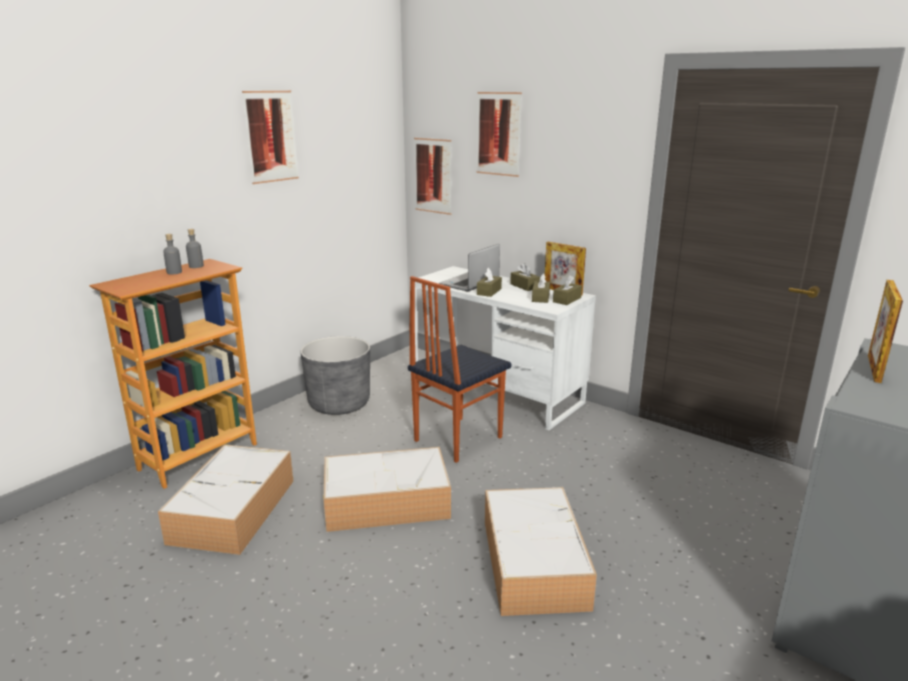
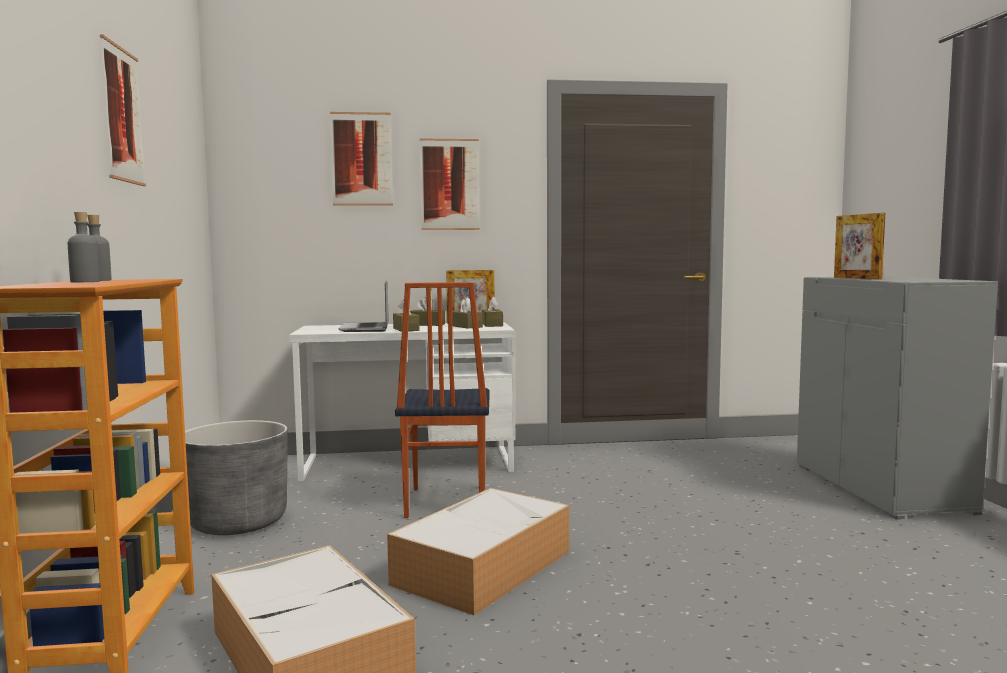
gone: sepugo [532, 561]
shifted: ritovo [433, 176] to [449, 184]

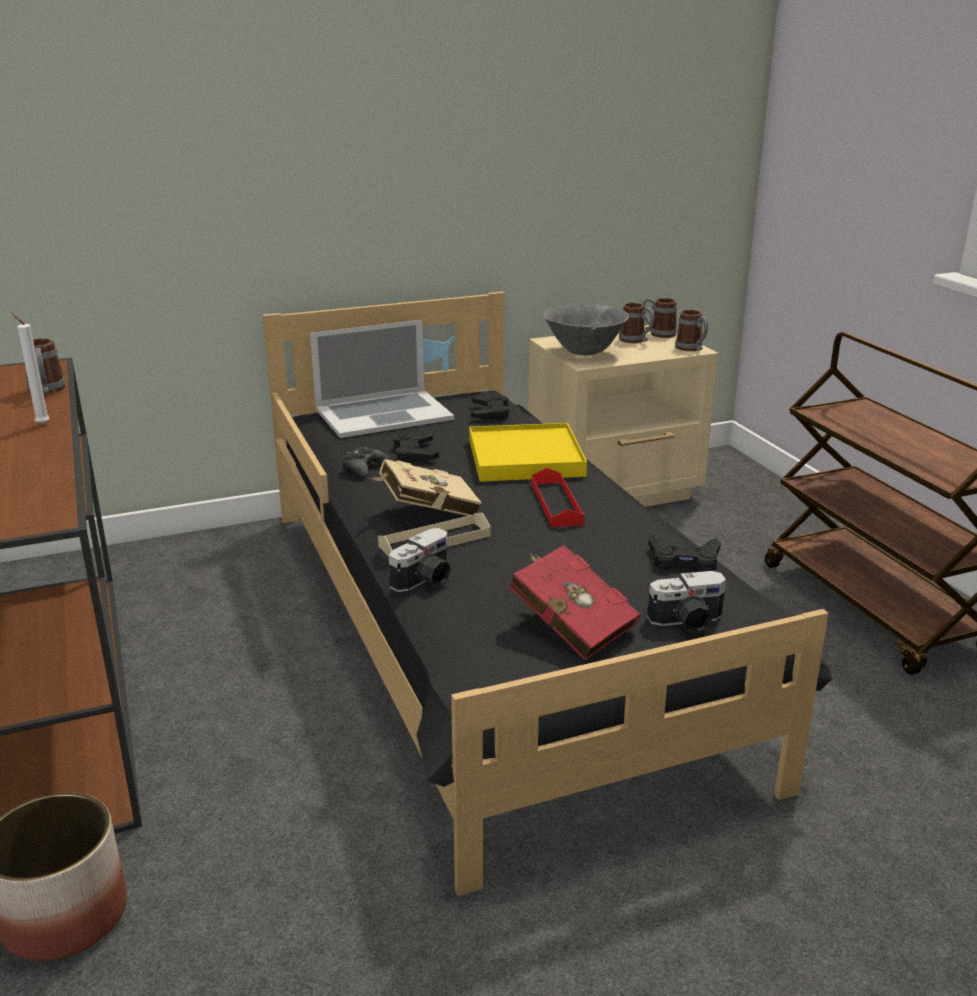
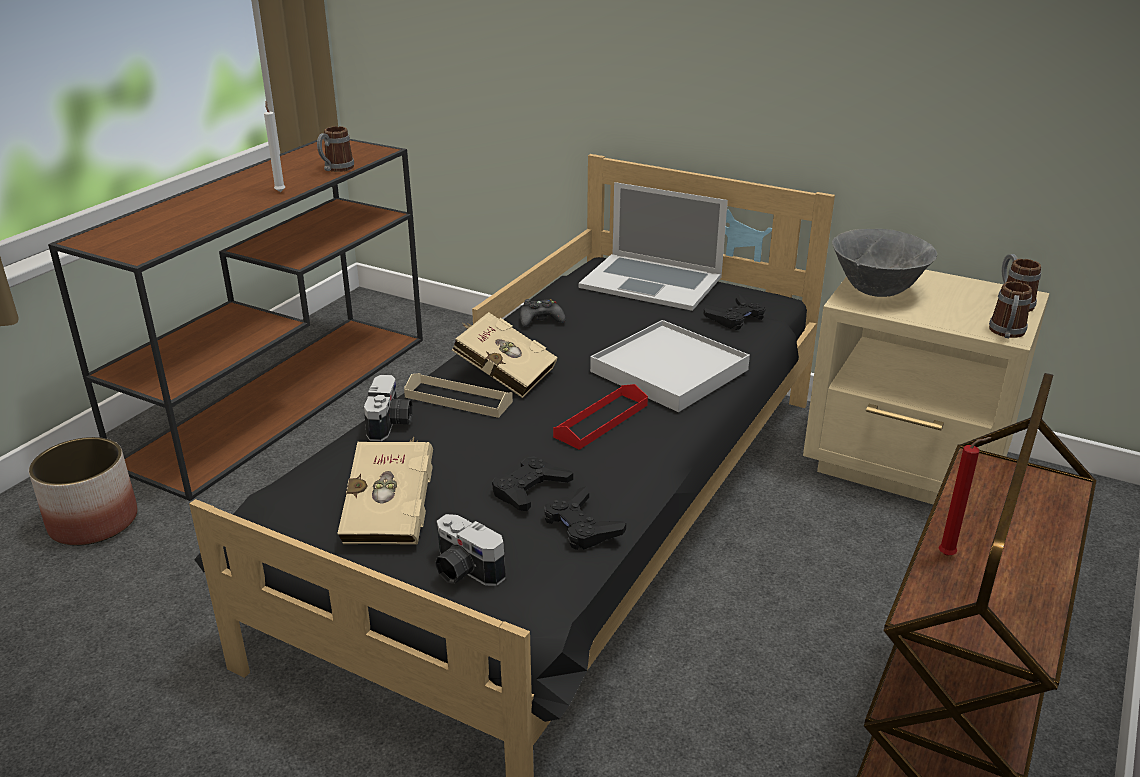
gone: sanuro [636, 341]
new: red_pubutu [949, 556]
shifted: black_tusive [415, 453] to [530, 489]
repainted: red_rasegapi [569, 625] to beige_rasegapi [393, 514]; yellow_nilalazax [525, 458] to white_nilalazax [668, 371]
rotated: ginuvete [426, 580] = [391, 424] 90 degrees counterclockwise

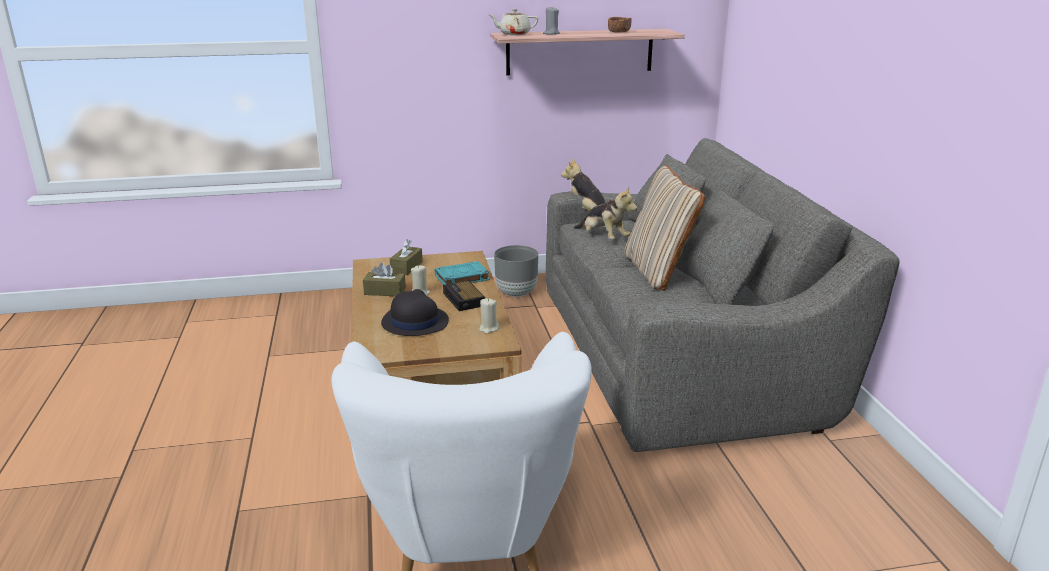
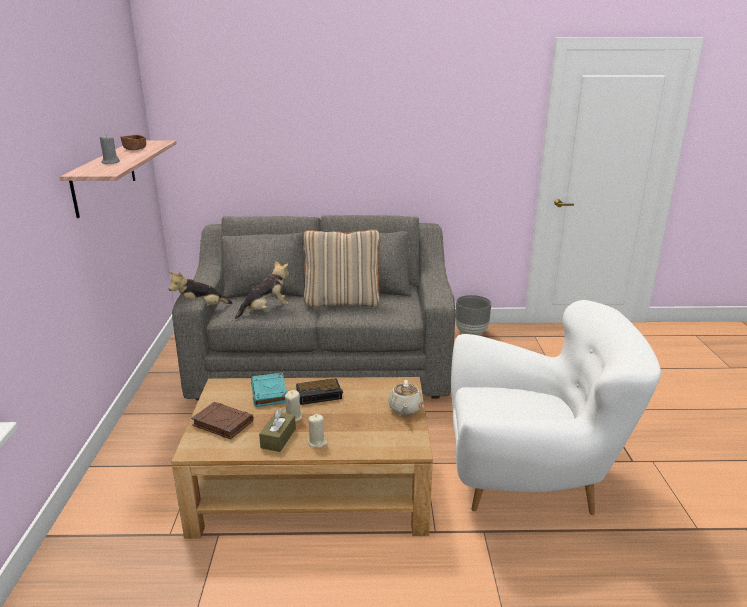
gone: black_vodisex [414, 322]
shifted: beige_pubutu [488, 329] to [317, 442]; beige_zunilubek [514, 34] to [405, 408]; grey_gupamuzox [516, 293] to [471, 333]
swapped: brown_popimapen [406, 267] to brown_rasegapi [222, 423]

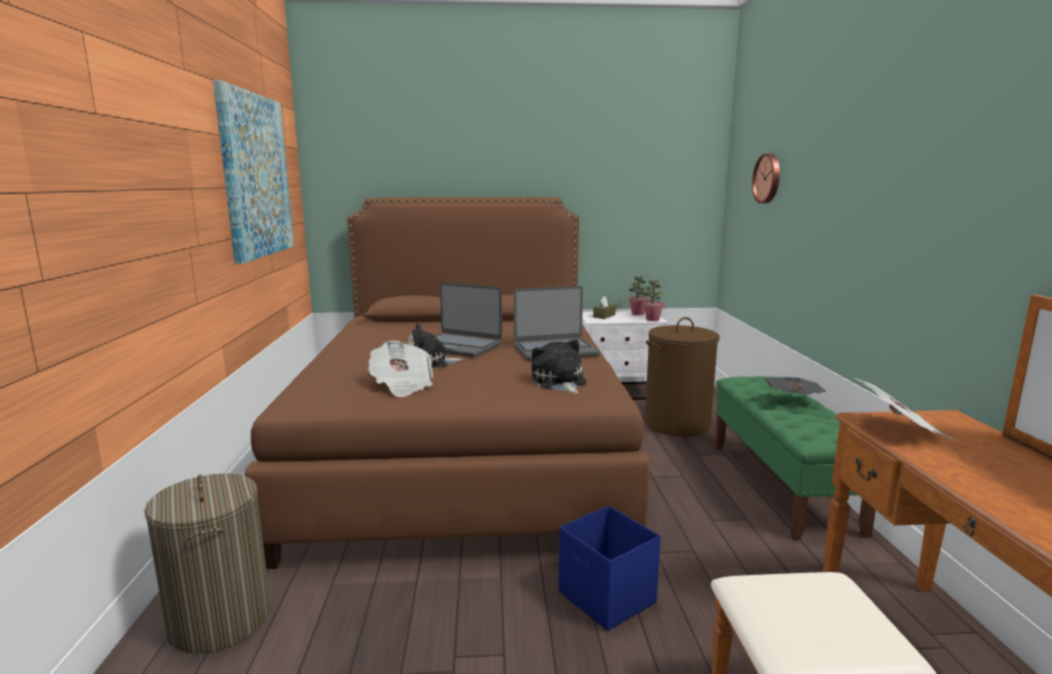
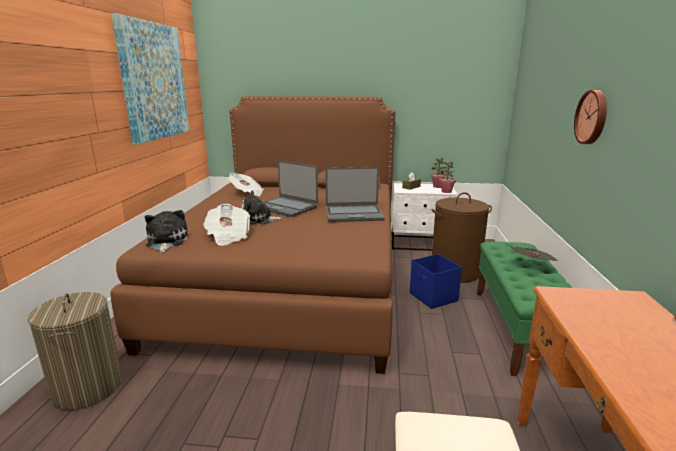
shifted: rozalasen [559, 382] to [166, 242]; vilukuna [899, 431] to [247, 193]; blue_sepugo [607, 599] to [433, 297]; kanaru [768, 178] to [592, 117]

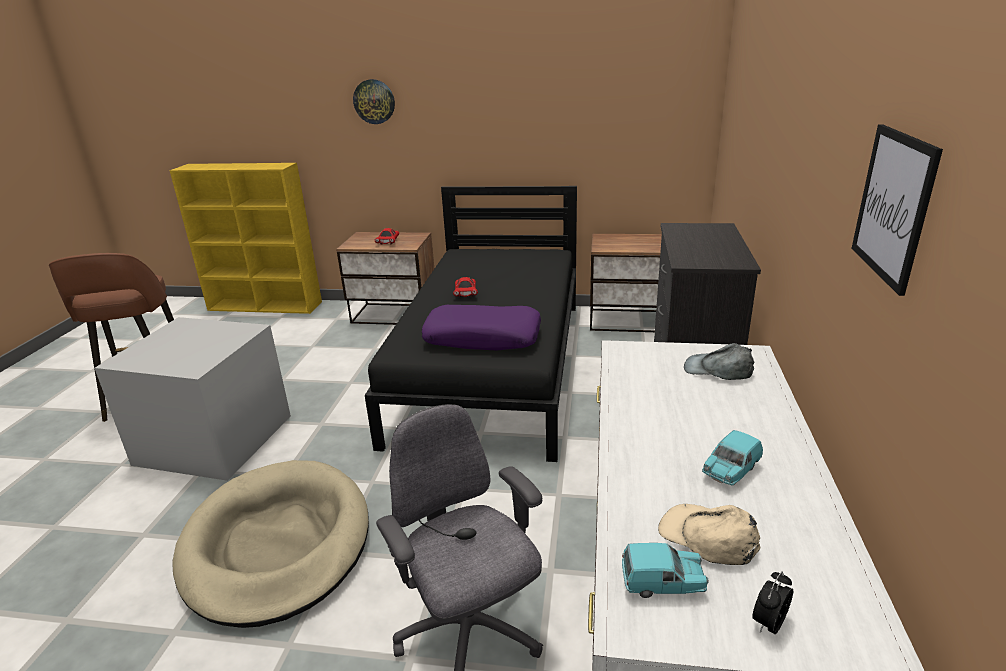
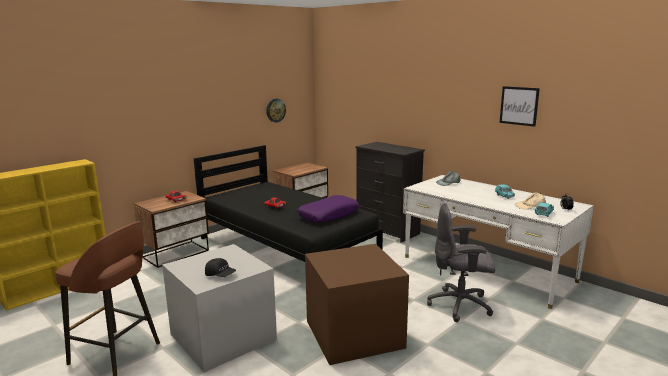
new: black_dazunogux [220, 275]
shifted: kanaru [374, 101] to [275, 110]
swapped: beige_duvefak [277, 544] to brown_sepugo [355, 334]

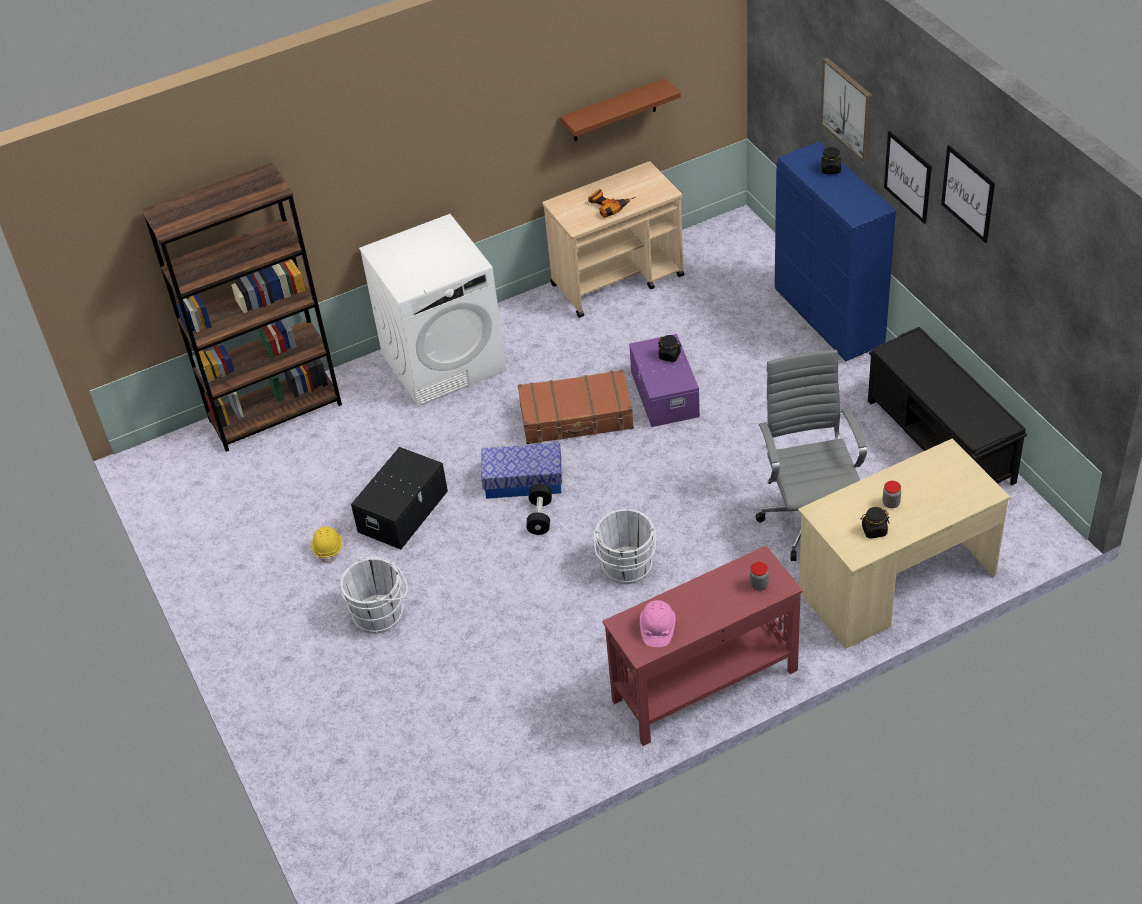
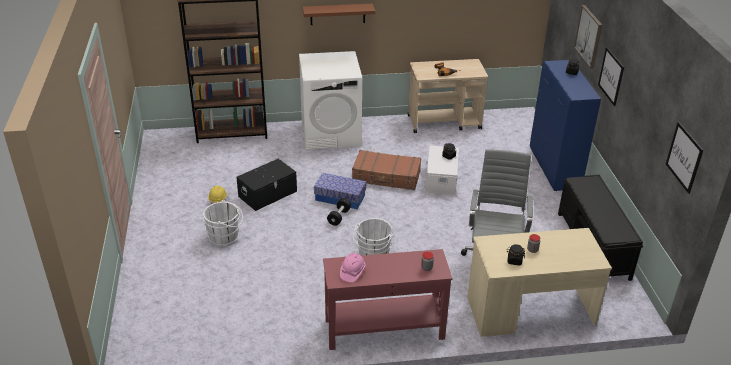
shifted: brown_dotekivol [614, 111] to [337, 14]; ritovo [968, 193] to [684, 157]
repainted: purple_sepugo [663, 394] to white_sepugo [440, 179]

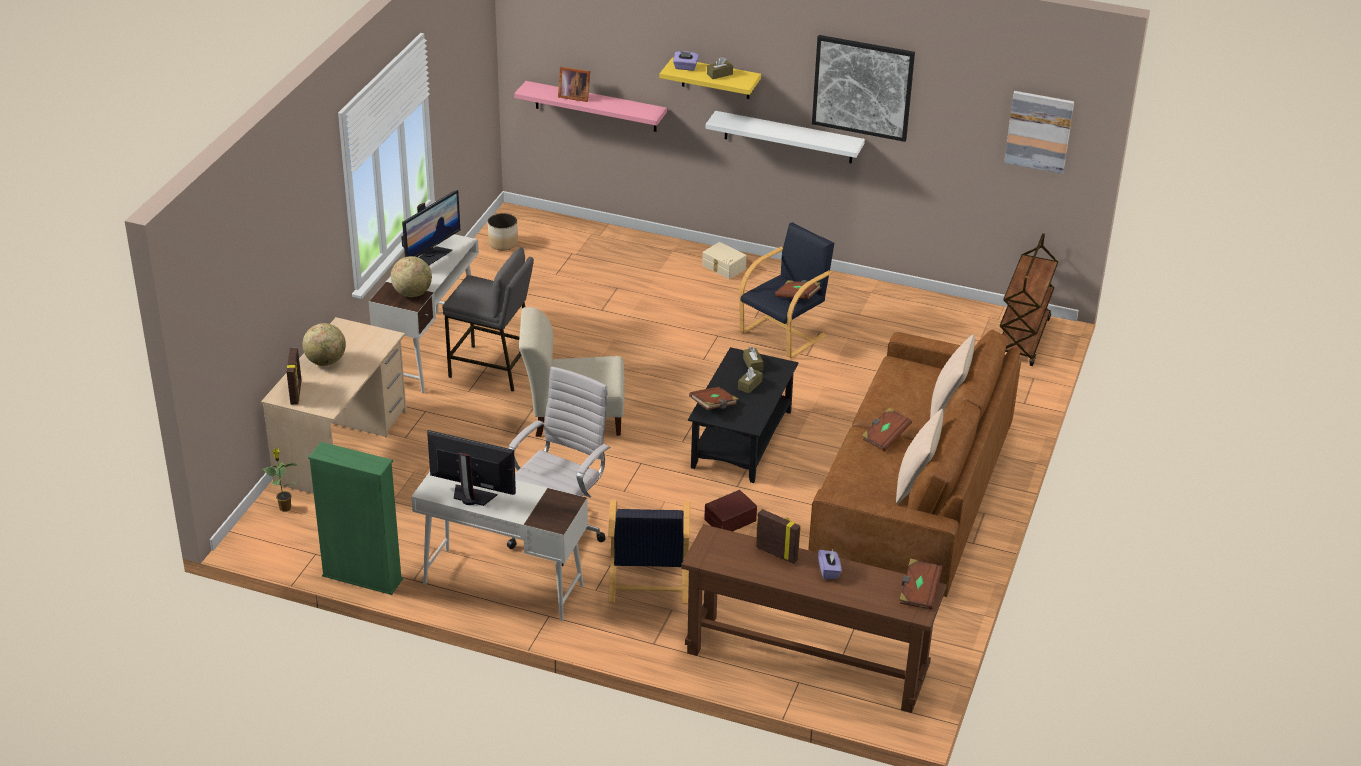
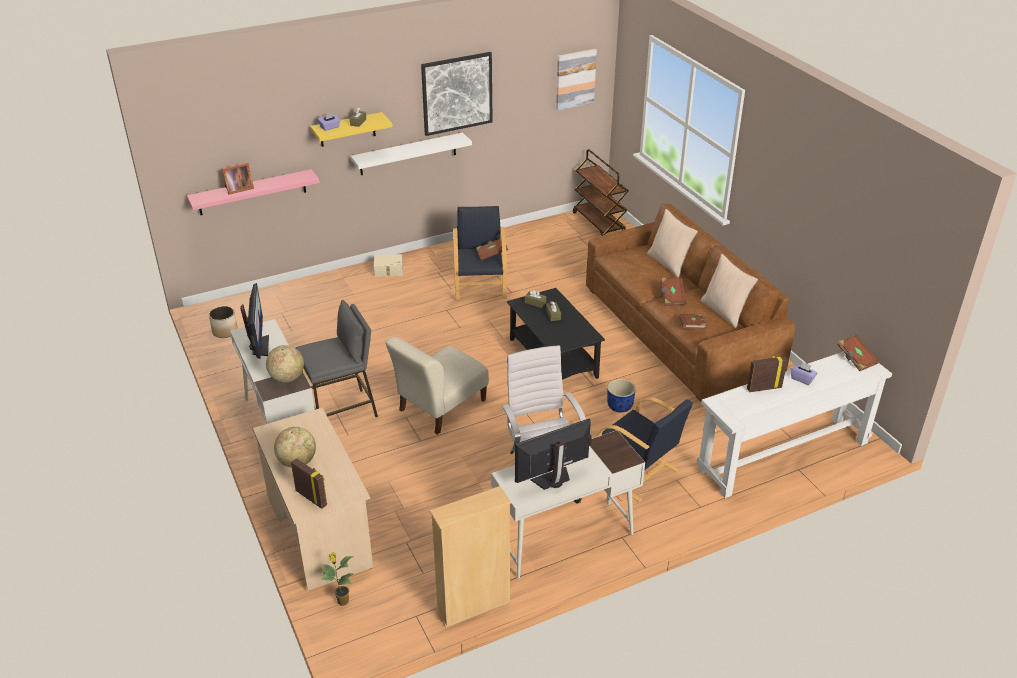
shifted: brown_rasegapi [714, 406] to [692, 327]
swapped: brown_sepugo [729, 519] to blue_gupamuzox [620, 406]
repainted: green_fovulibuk [362, 578] to beige_fovulibuk [473, 606]; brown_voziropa [806, 662] to white_voziropa [783, 455]

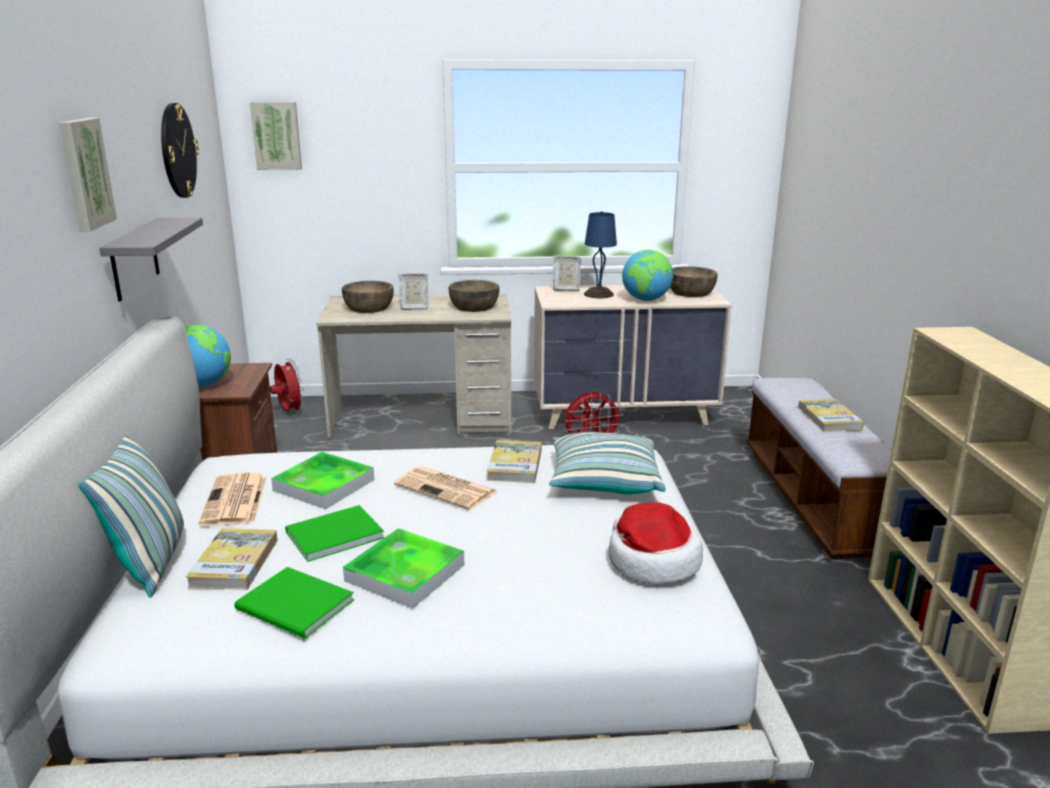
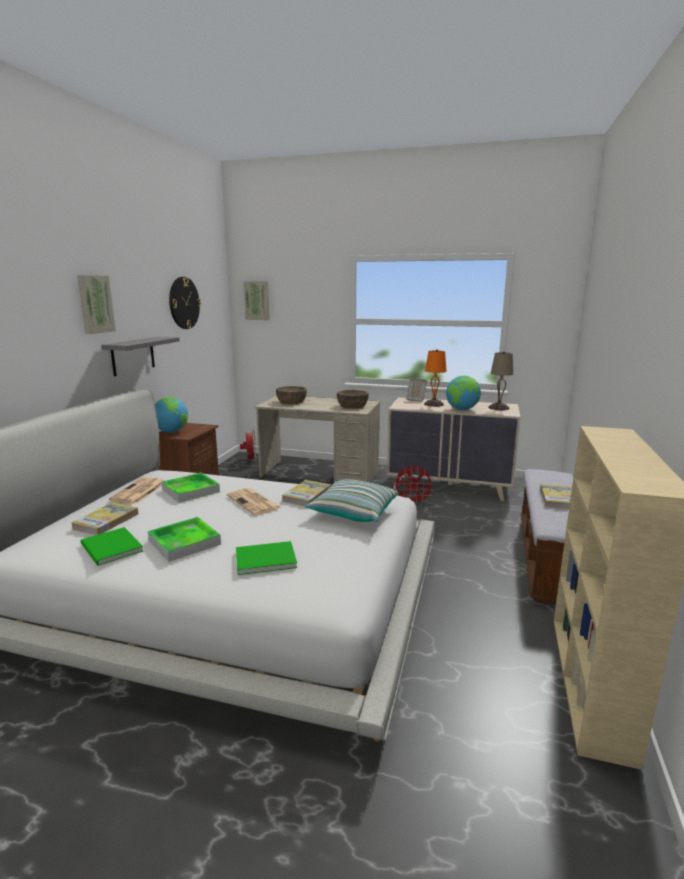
gone: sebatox [150, 562]; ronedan [414, 307]; vodisex [651, 561]
shifted: green_rasegapi [331, 535] to [263, 559]
swapped: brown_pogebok [690, 292] to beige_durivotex [498, 408]
repainted: blue_durivotex [598, 294] to orange_durivotex [433, 404]

